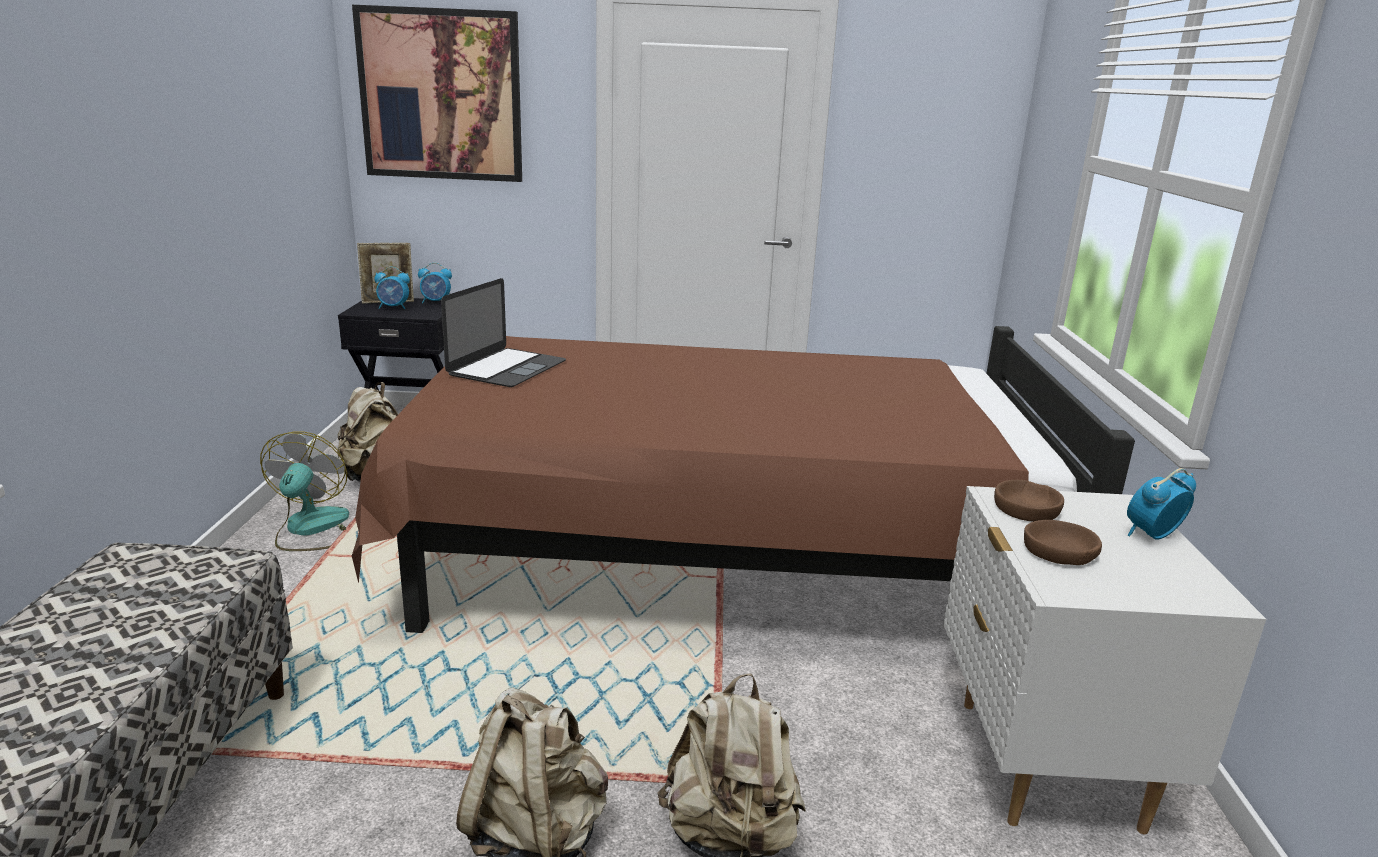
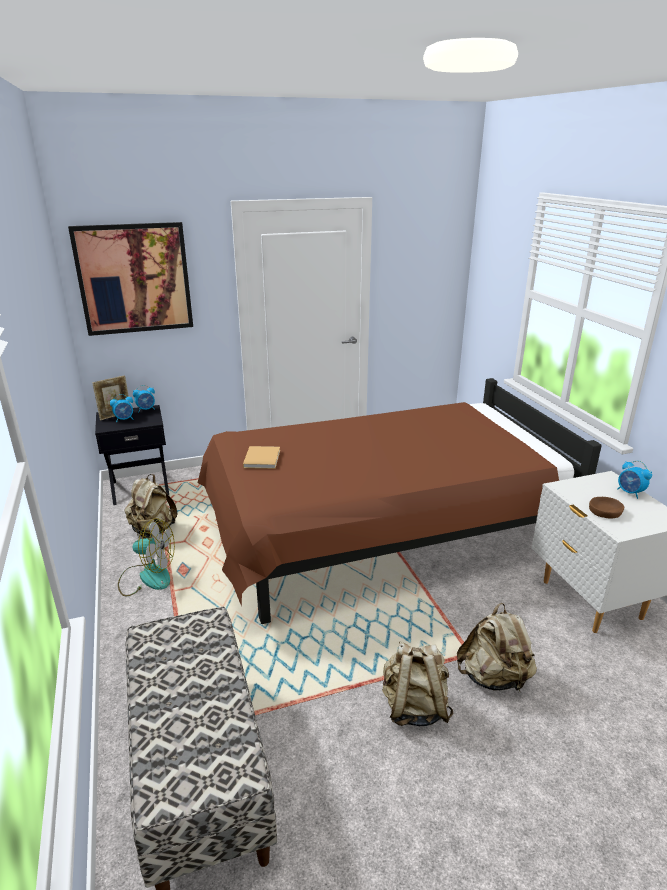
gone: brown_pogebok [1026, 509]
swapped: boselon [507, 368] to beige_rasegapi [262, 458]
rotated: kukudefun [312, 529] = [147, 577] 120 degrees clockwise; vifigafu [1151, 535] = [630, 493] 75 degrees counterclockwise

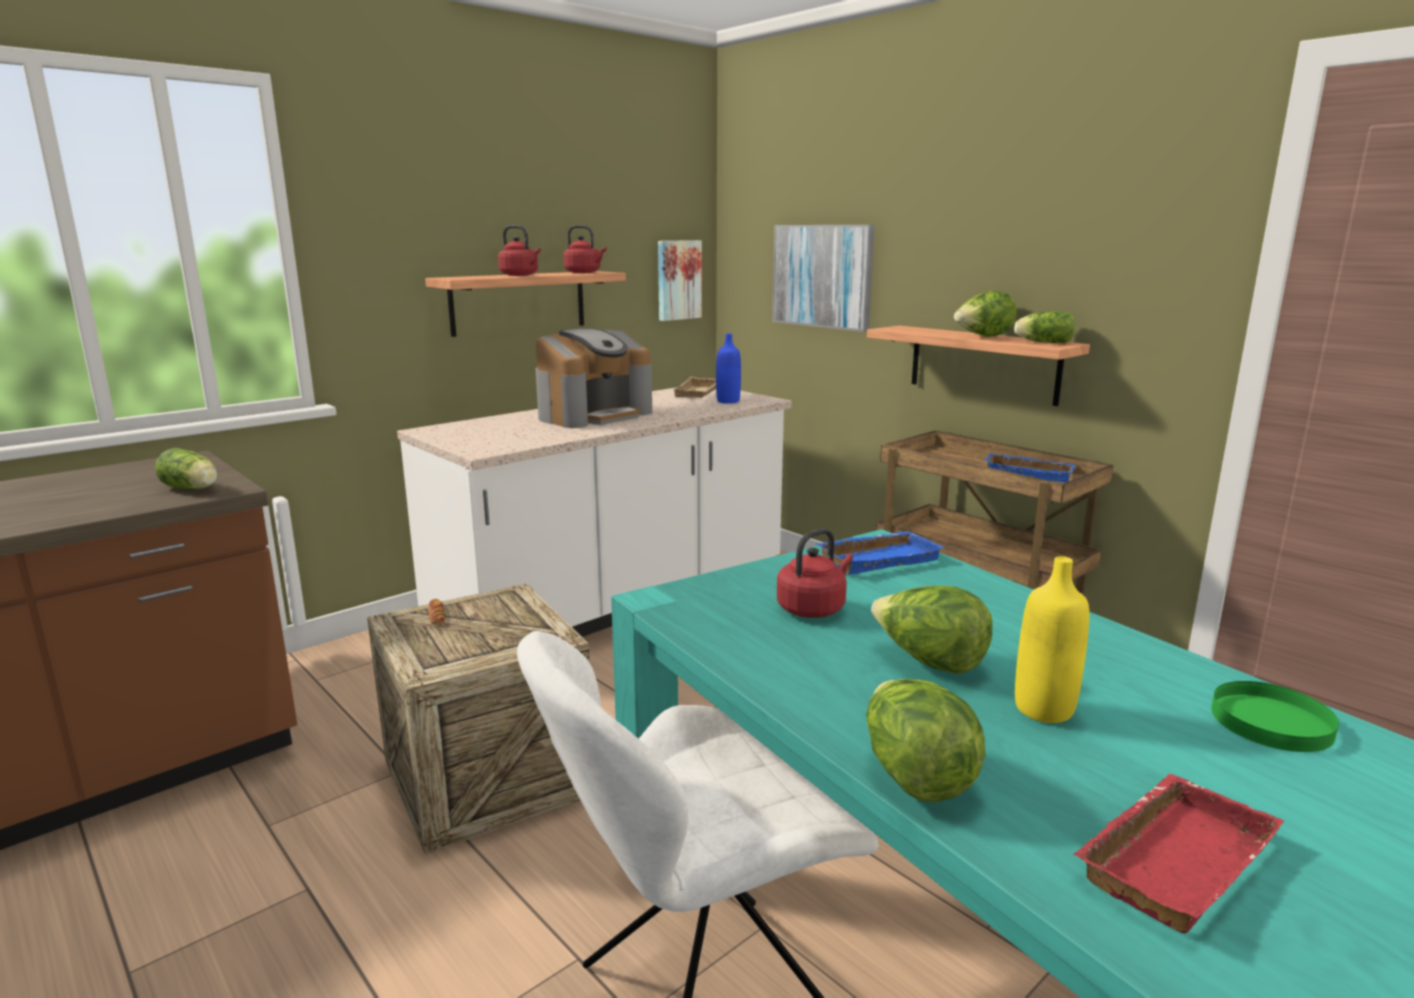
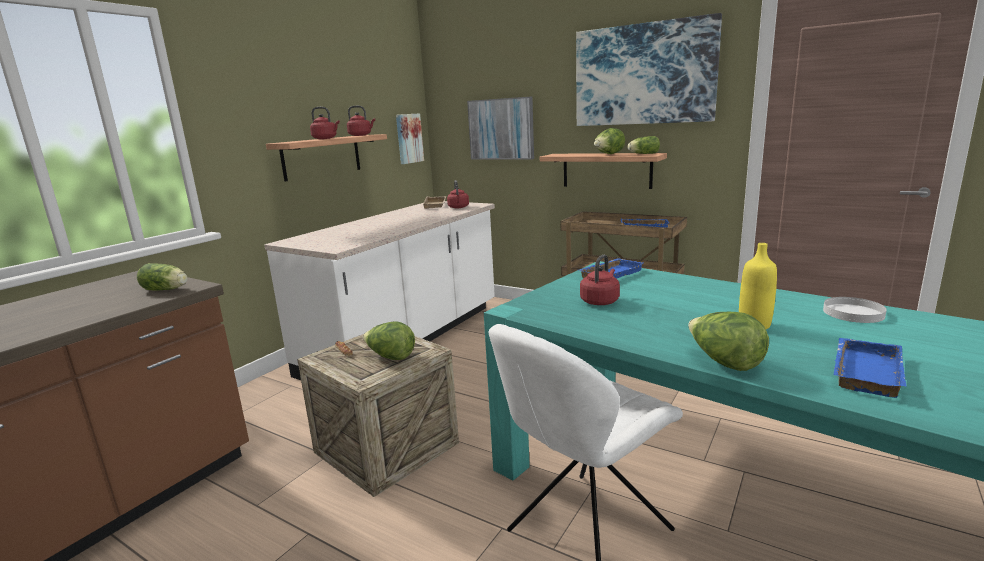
gone: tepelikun [594, 415]
new: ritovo [644, 74]
shifted: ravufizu [929, 662] to [390, 357]
swapped: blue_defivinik [728, 401] to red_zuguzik [458, 207]
repainted: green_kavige [1271, 722] to white_kavige [853, 313]; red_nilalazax [1171, 857] to blue_nilalazax [863, 371]

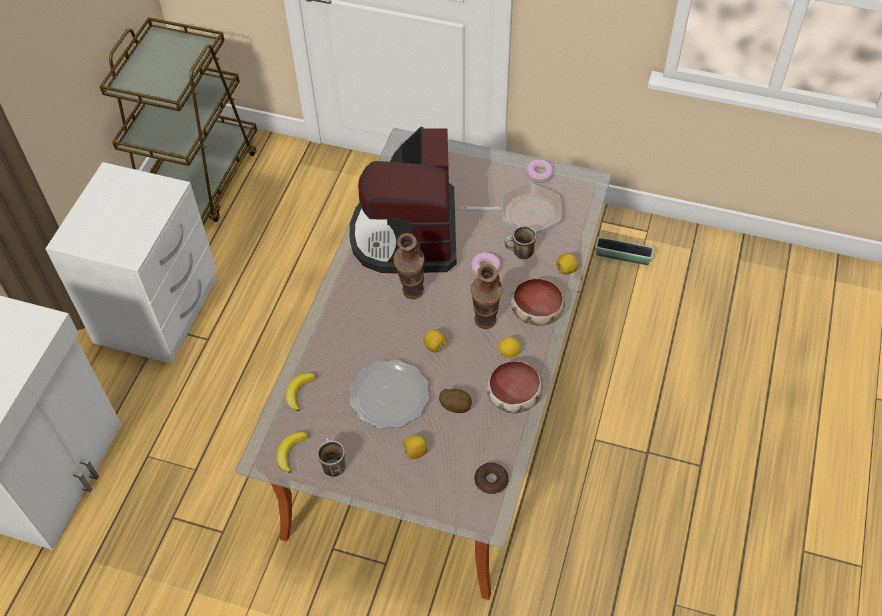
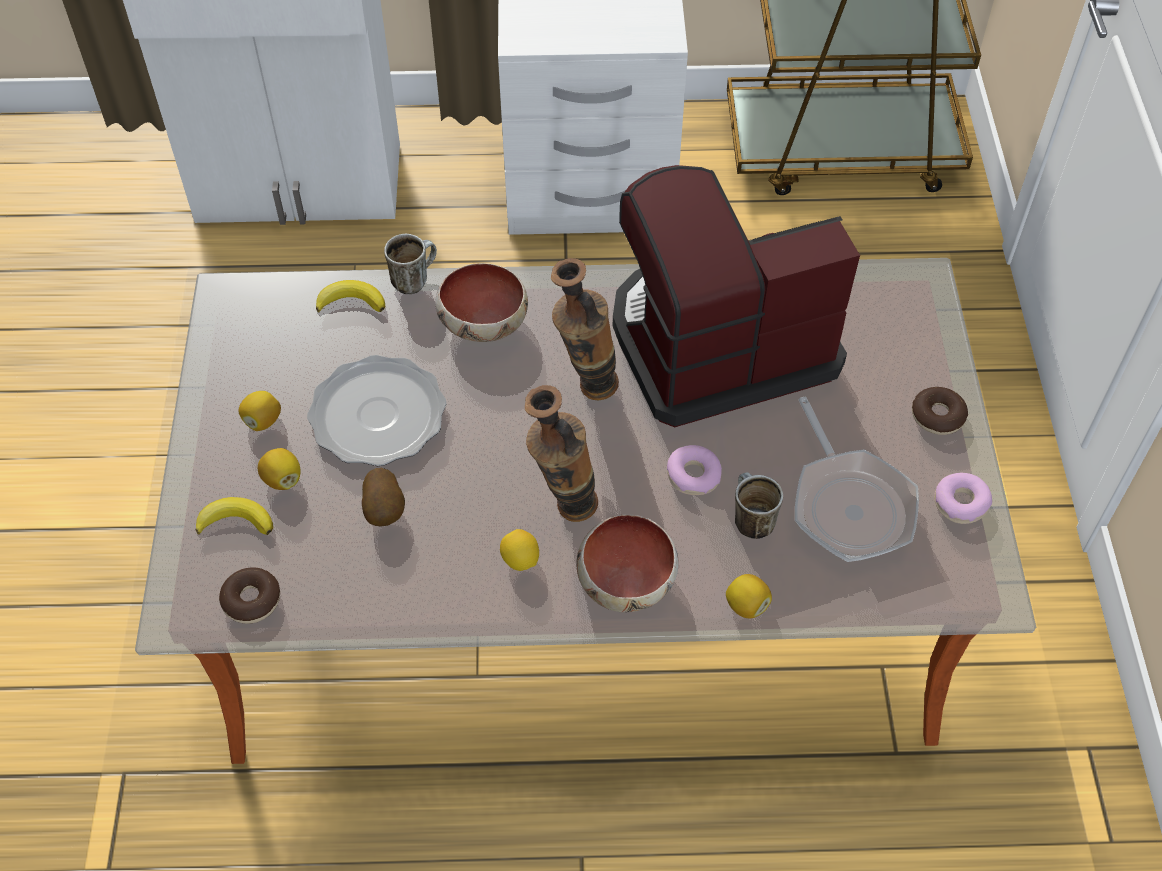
gone: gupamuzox [622, 256]
new: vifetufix [937, 416]
shifted: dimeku [290, 452] to [236, 521]; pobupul [435, 346] to [262, 421]; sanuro [331, 464] to [414, 279]; pogebok [513, 397] to [481, 322]

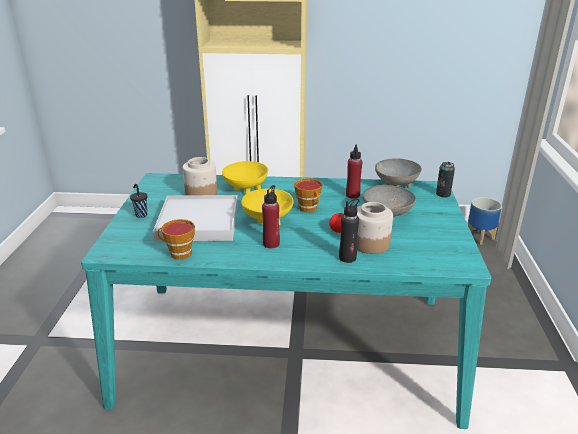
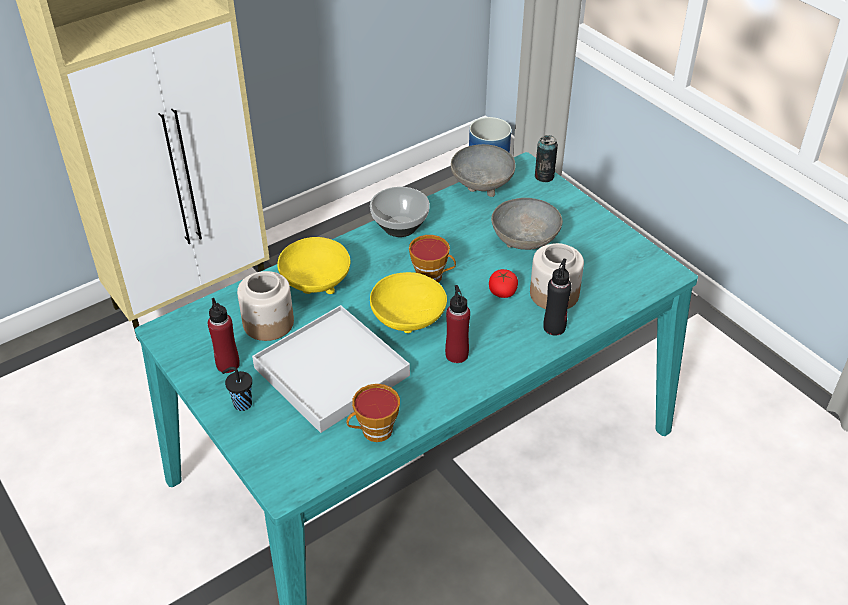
new: pogebok [400, 227]
shifted: red_defivinik [352, 195] to [228, 364]

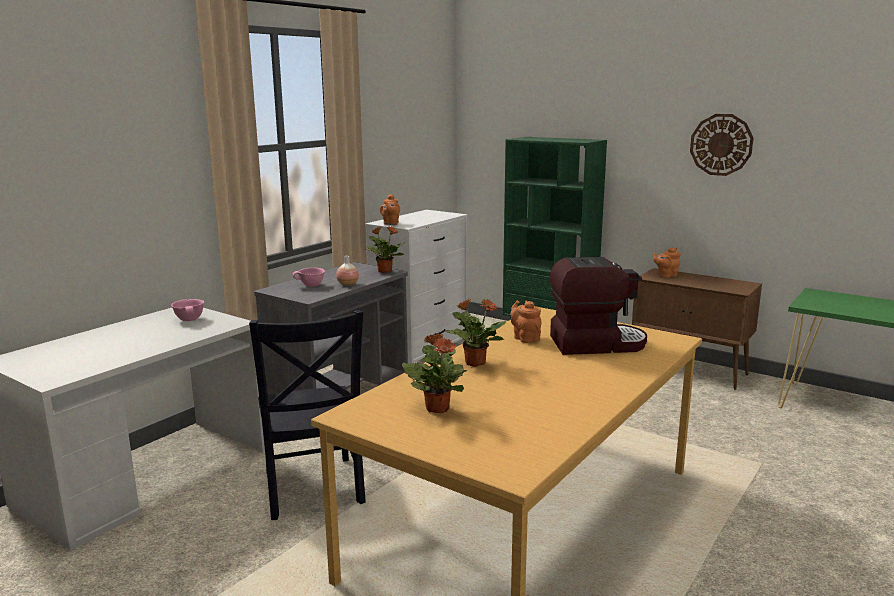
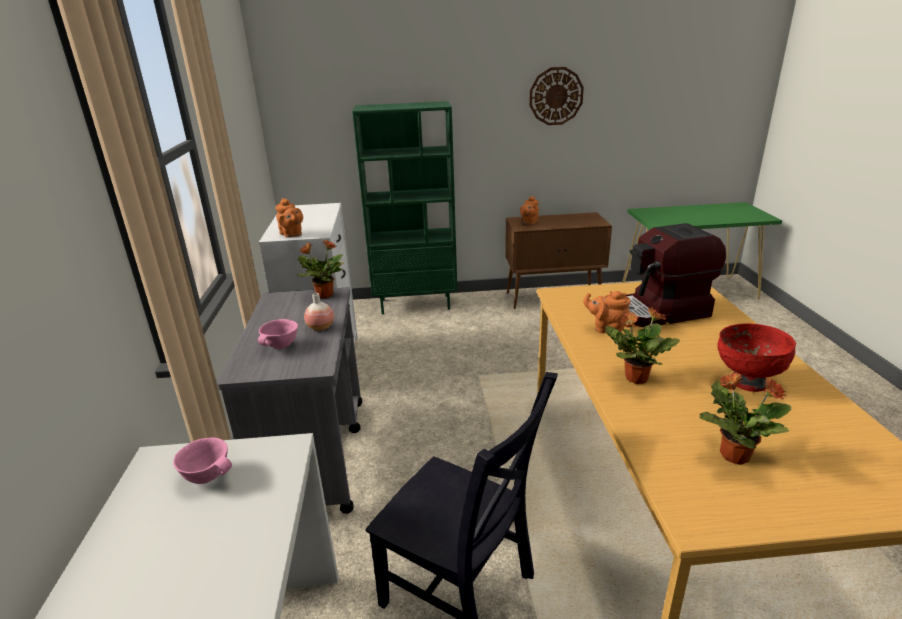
new: red_pogebok [747, 382]
rotated: tepelikun [596, 343] = [660, 312] 150 degrees counterclockwise

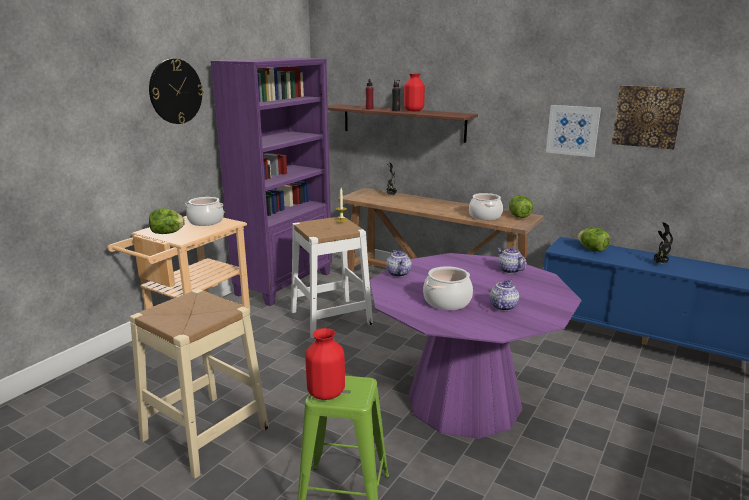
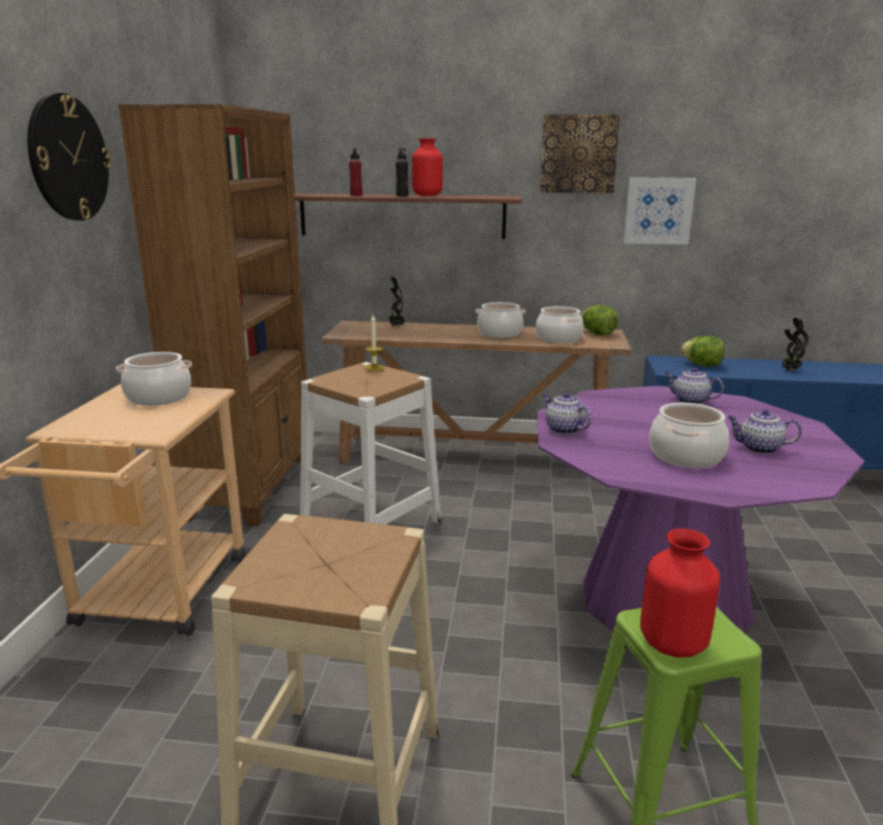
gone: ravufizu [167, 233]
new: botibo [499, 334]
shifted: ritovo [647, 116] to [578, 154]
repainted: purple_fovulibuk [285, 283] to brown_fovulibuk [252, 486]
rotated: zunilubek [503, 306] = [758, 448] 75 degrees counterclockwise

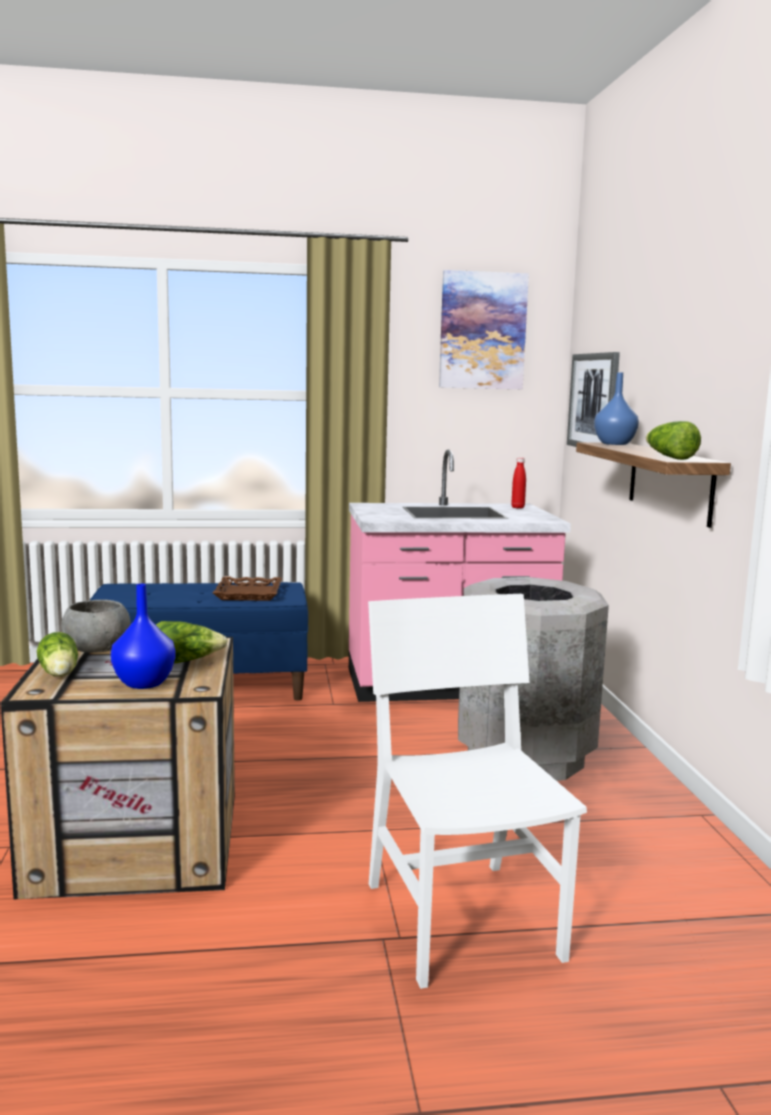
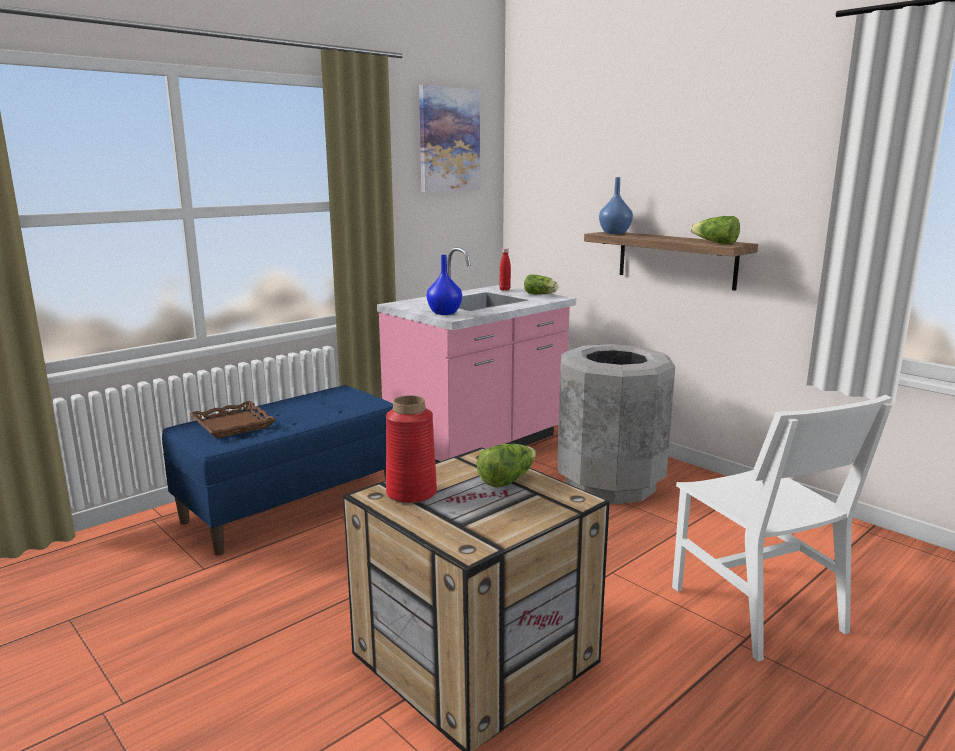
gone: ritovo [593, 401]
shifted: brown_nilalazax [249, 594] to [233, 425]; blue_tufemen [144, 683] to [444, 313]; ravufizu [59, 674] to [541, 294]
swapped: grey_pogebok [96, 650] to red_tufemen [411, 493]
rotated: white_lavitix [462, 920] = [756, 609] 150 degrees counterclockwise

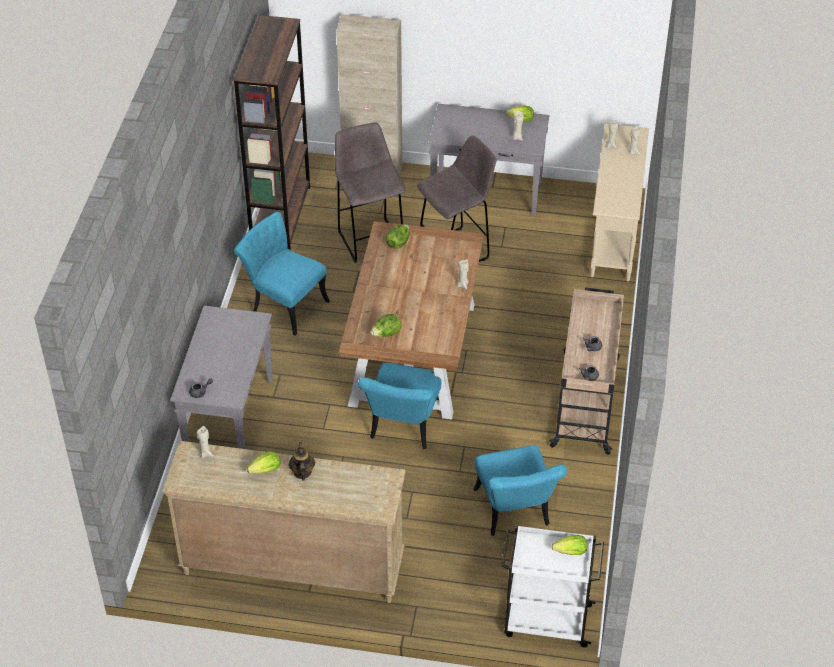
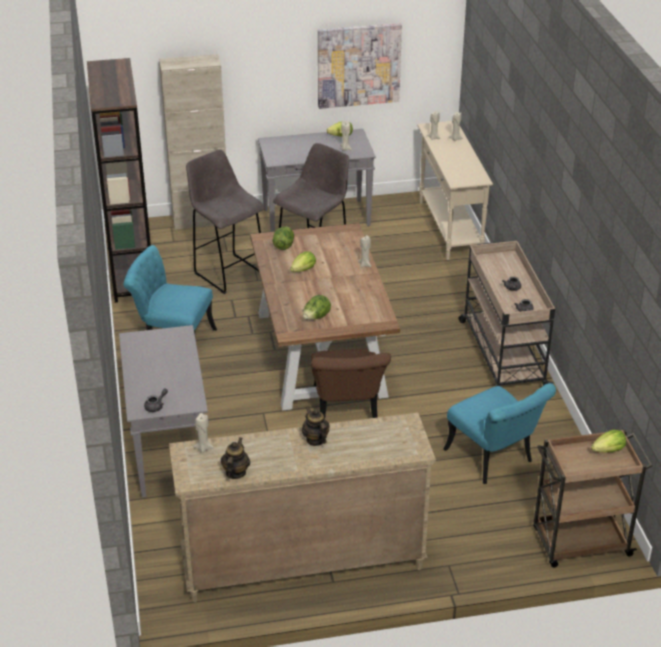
new: zunilubek [235, 472]; ritovo [358, 65]
shifted: ravufizu [266, 470] to [303, 270]
repainted: turquoise_lavitix [403, 428] to brown_lavitix [346, 416]; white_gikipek [545, 620] to brown_gikipek [579, 543]

